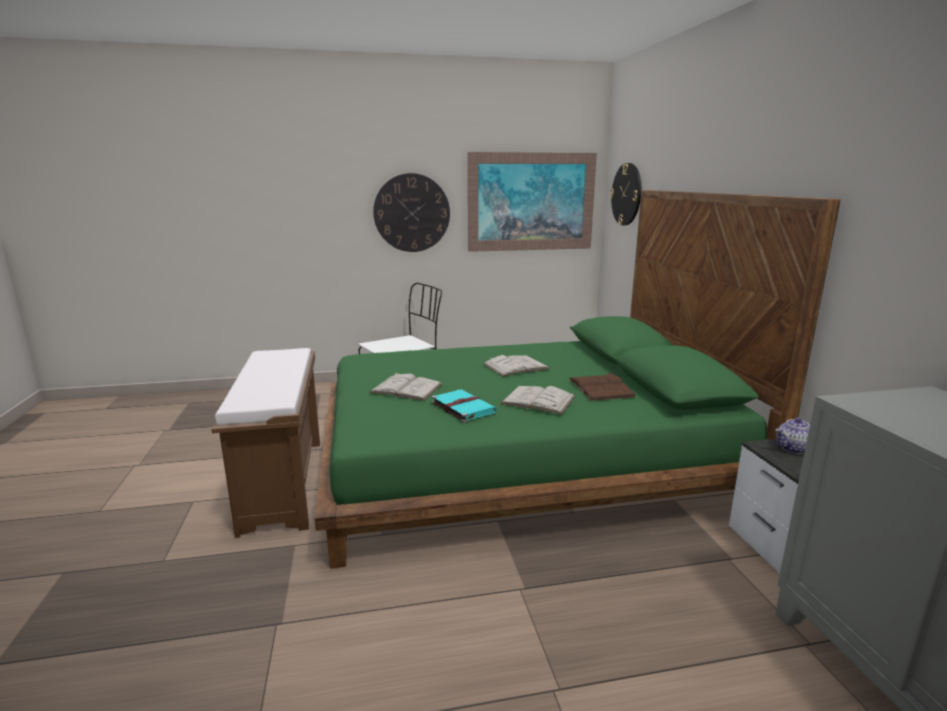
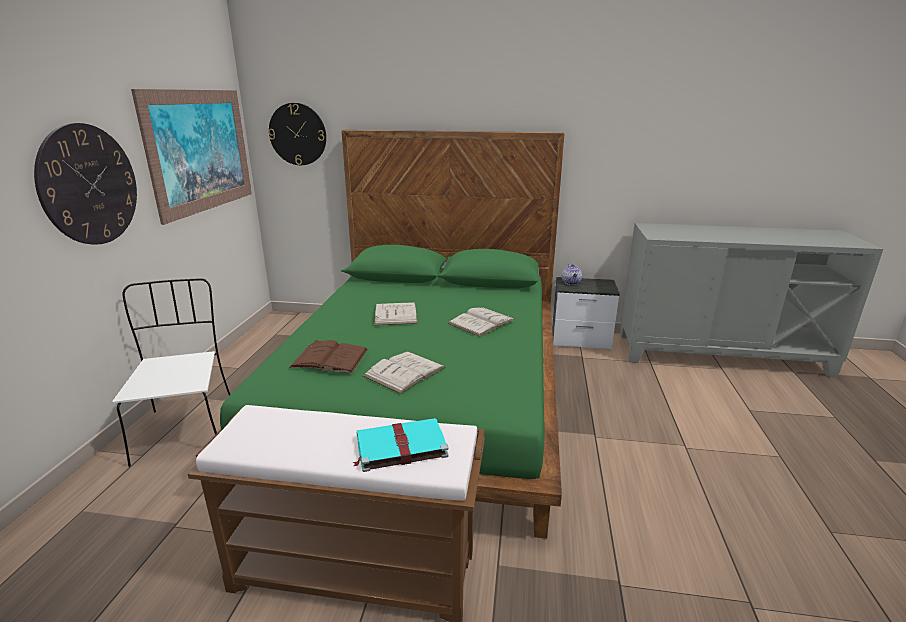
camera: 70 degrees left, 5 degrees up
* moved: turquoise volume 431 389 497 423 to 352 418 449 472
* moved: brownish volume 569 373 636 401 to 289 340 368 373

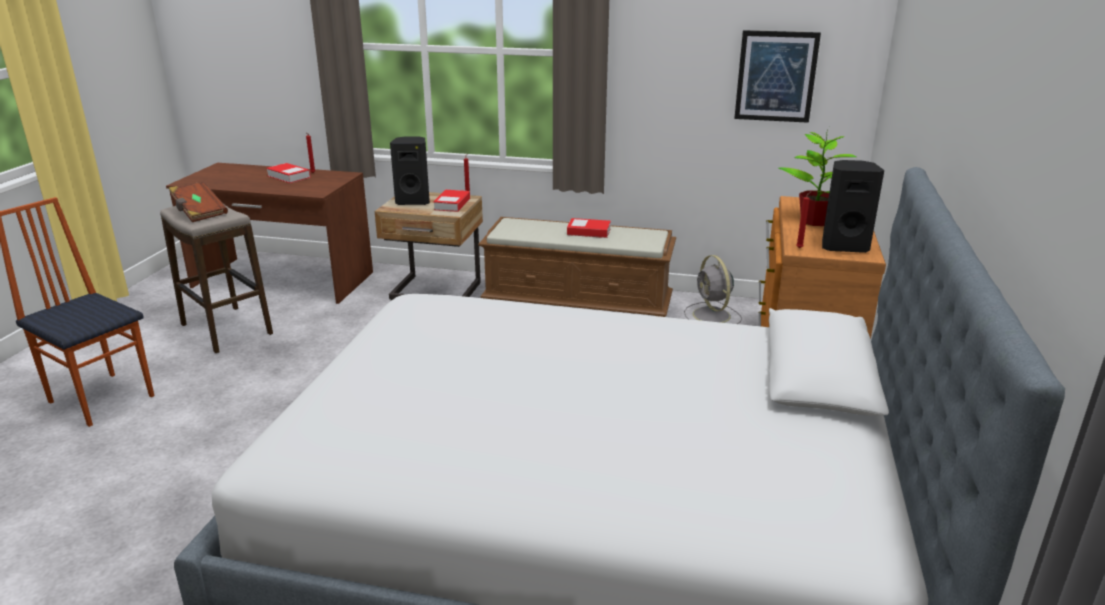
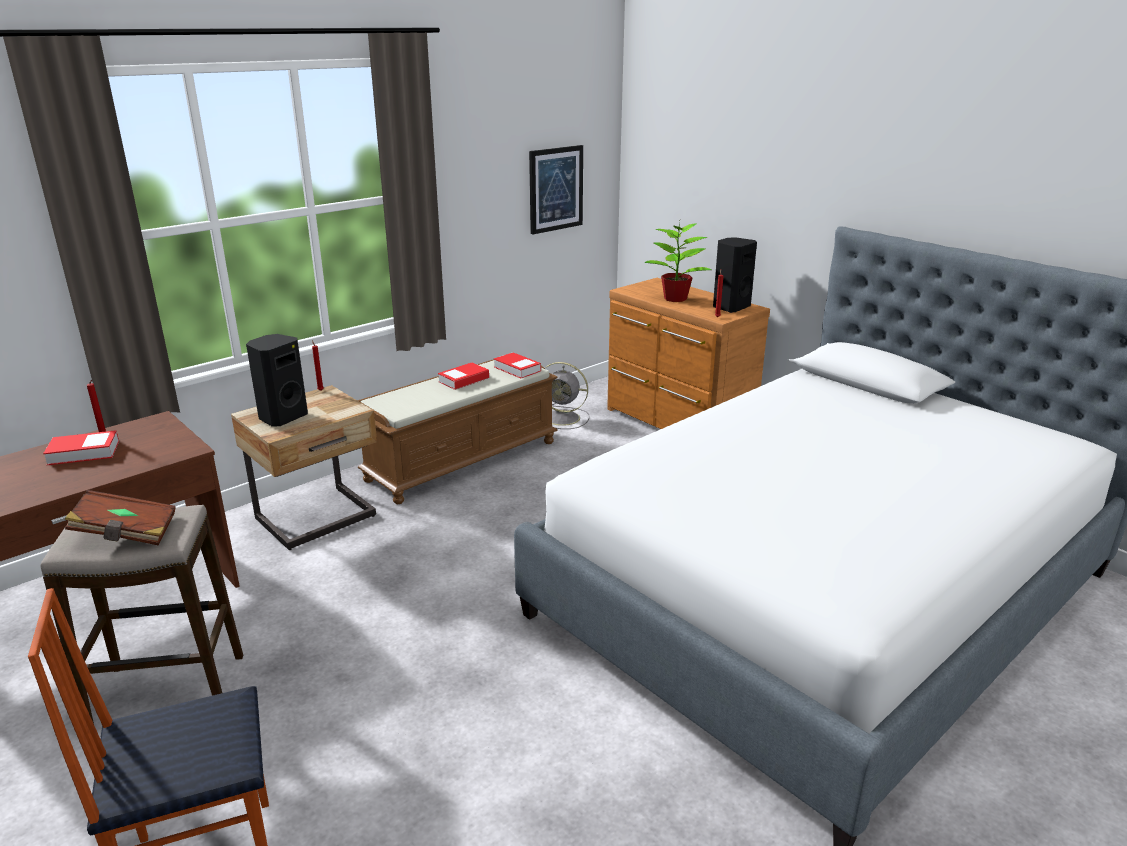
camera: 55 degrees left, 0 degrees up
* moved: volume 433 190 470 212 to 494 352 541 378

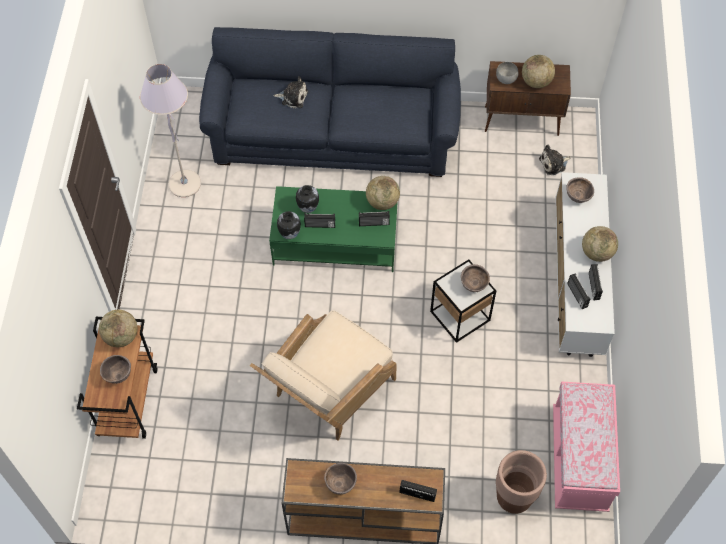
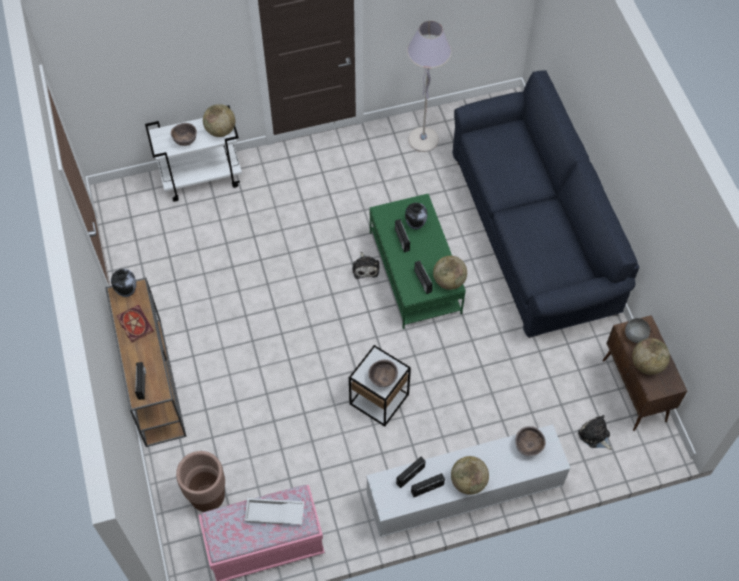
camera: 70 degrees right, 0 degrees up
* removed: beige-coloured armchair 250 310 397 441
* added: white tray 244 498 304 525
* moved: cuddly toy 273 76 308 108 to 352 252 379 279
* moved: vase 277 211 301 239 to 111 269 136 297
* replaced: brownish deep dish 324 463 357 495 to volume 117 305 154 342
* recoloured: brownish trolley 77 317 157 439 to white trolley 145 105 242 202

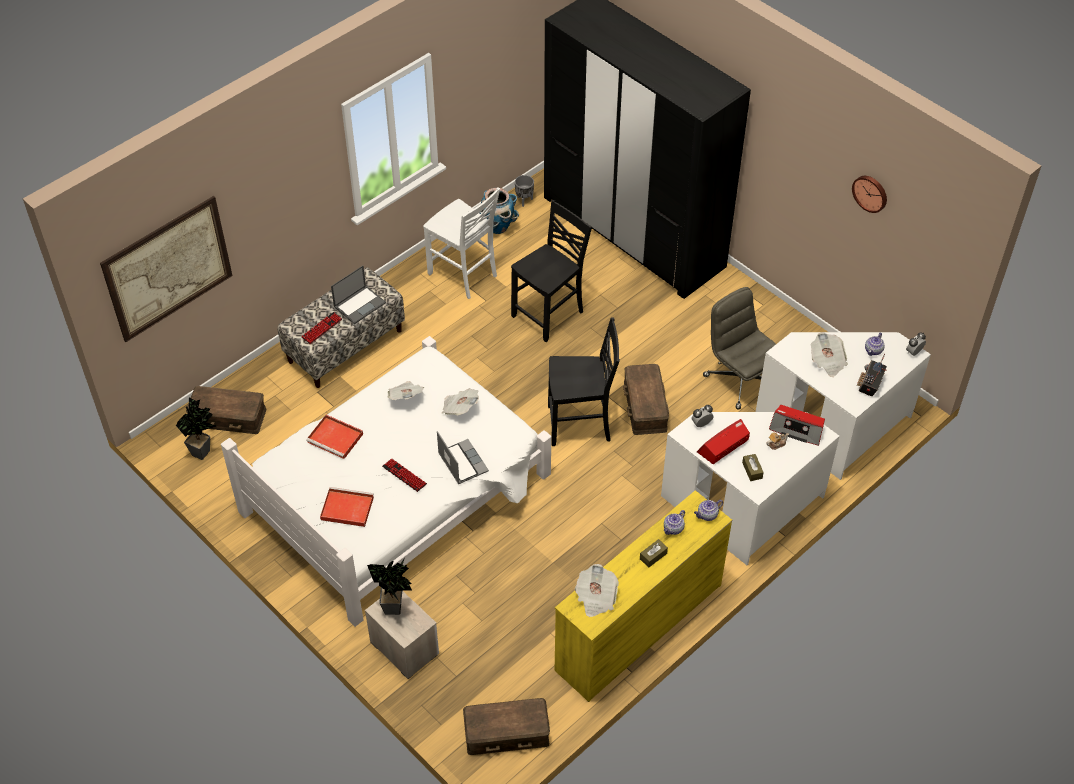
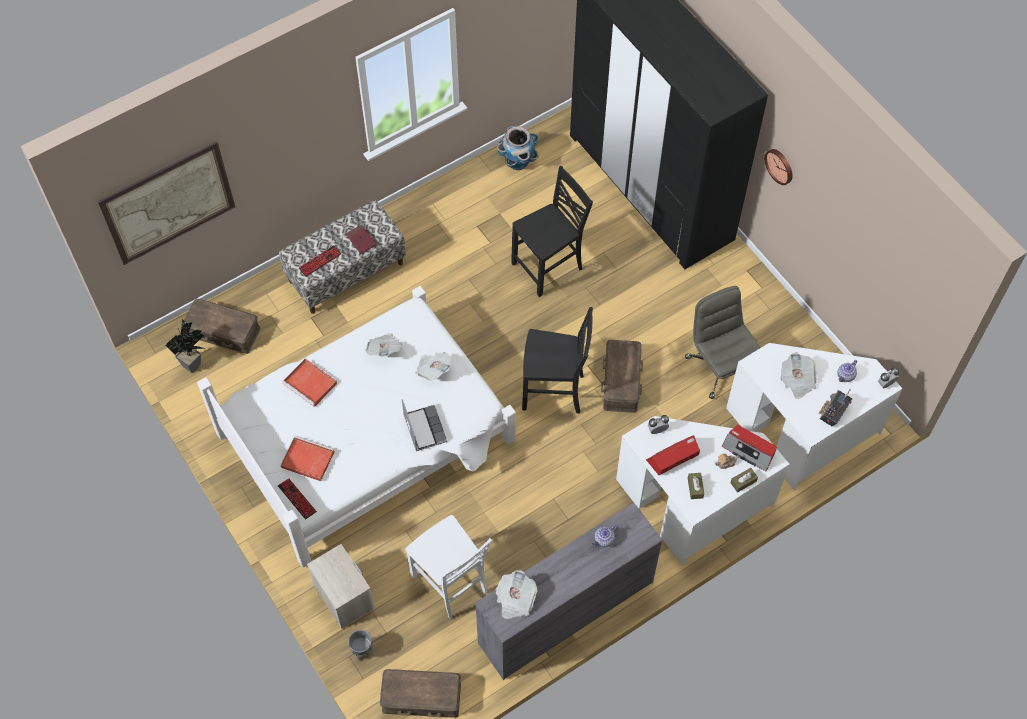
camera: 10 degrees right, 10 degrees up
* removed: houseplant 367 557 412 615
* removed: teapot 694 500 723 521
* moved: computer keyboard 382 459 427 492 to 278 478 317 519
* moved: white upright chair 423 187 500 299 to 405 515 492 620
* moved: greyish planter 515 175 534 207 to 348 630 373 661
* moved: brownish tissue box 640 539 668 567 to 730 468 758 492
* moved: clock on the wall 852 176 887 213 to 764 149 792 185
* replaced: notebook computer 331 266 386 324 to red volume 346 225 376 254
* recoloured: yellowish dresser 555 490 732 702 to greyish dresser 475 503 663 680

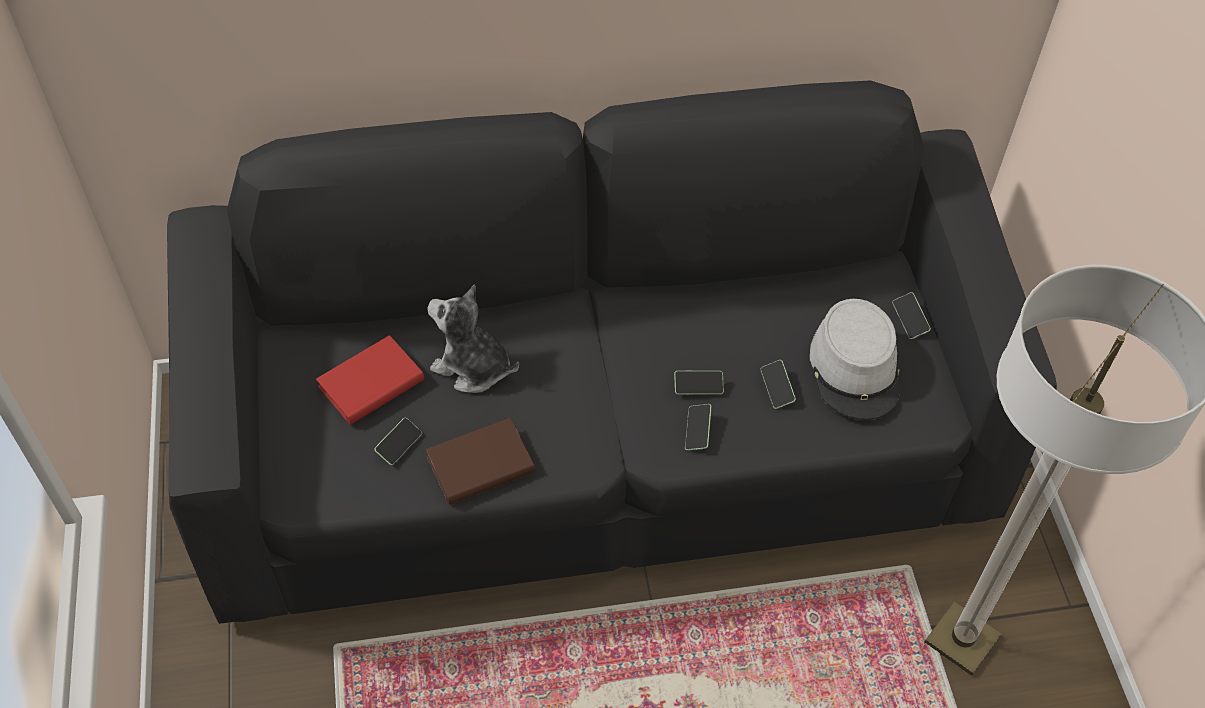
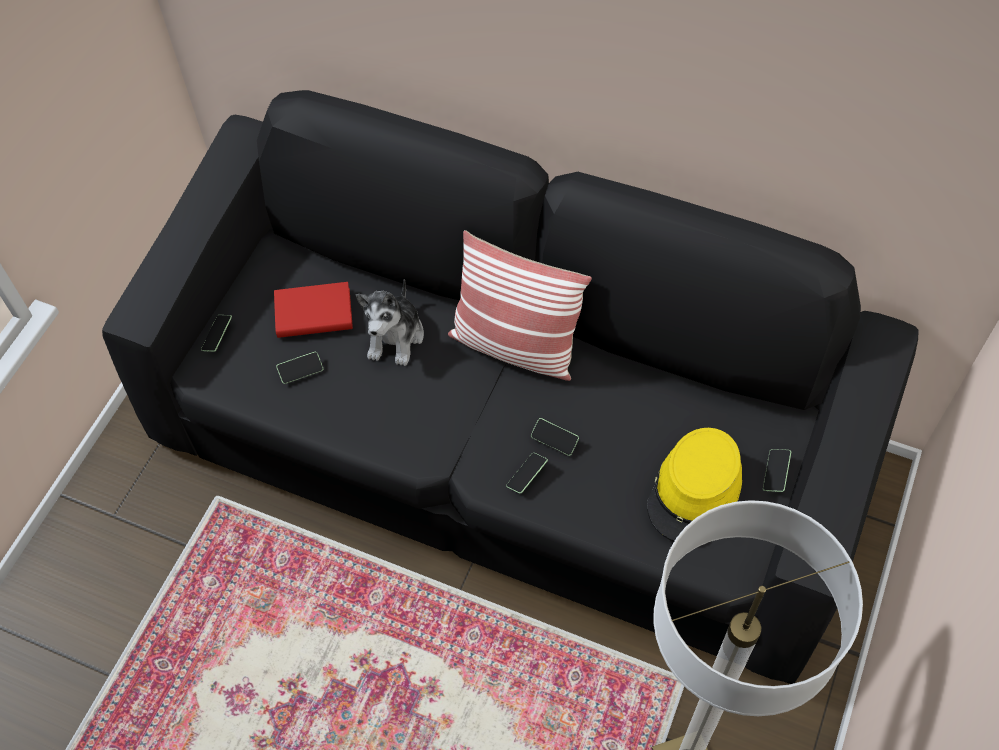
camera: 35 degrees right, 5 degrees up
* removed: brownish volume 426 418 535 505
* added: throw pillow 448 230 592 381
* moved: telephone 760 360 796 409 to 201 315 232 352
* recoloured: greyish hat 810 299 900 420 to yellowish hat 647 428 742 541
* turned: cuddly toy 428 284 519 393 = 356 279 424 366 135 degrees counterclockwise

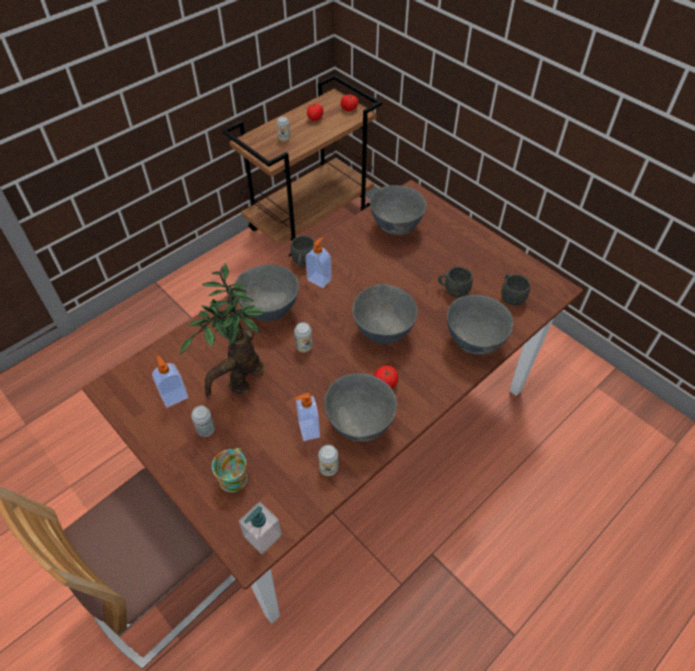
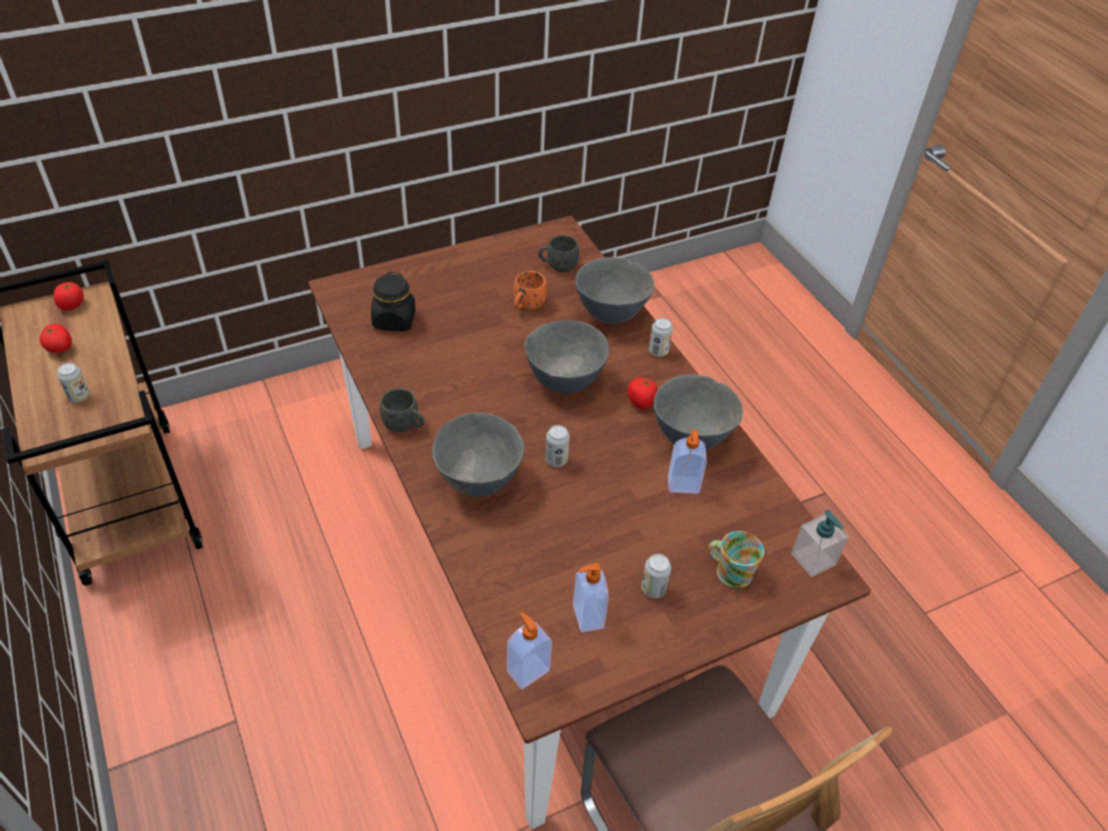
camera: 75 degrees left, 5 degrees down
* removed: houseplant 180 263 266 397
* moved: liquid soap bottle 306 238 332 288 to 507 612 552 689
* moved: sealed can 318 445 339 476 to 649 318 673 357
* replaced: greyish deep dish 370 185 426 235 to blackish jar 371 272 416 331
* recoloured: greyish tea mug 438 267 473 298 to orange-coloured tea mug 514 271 547 310

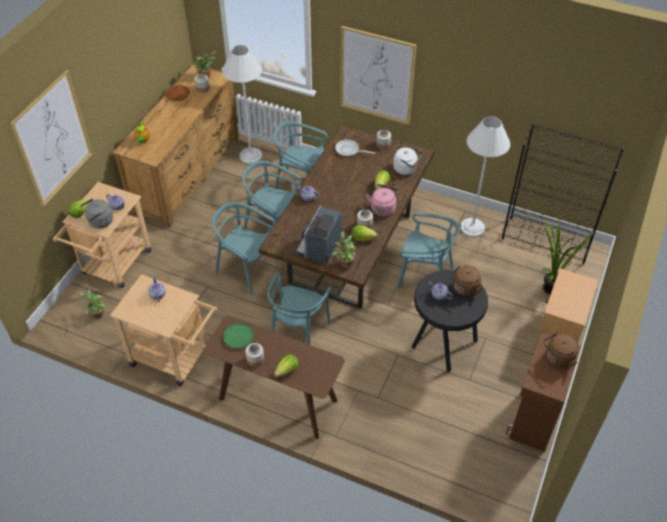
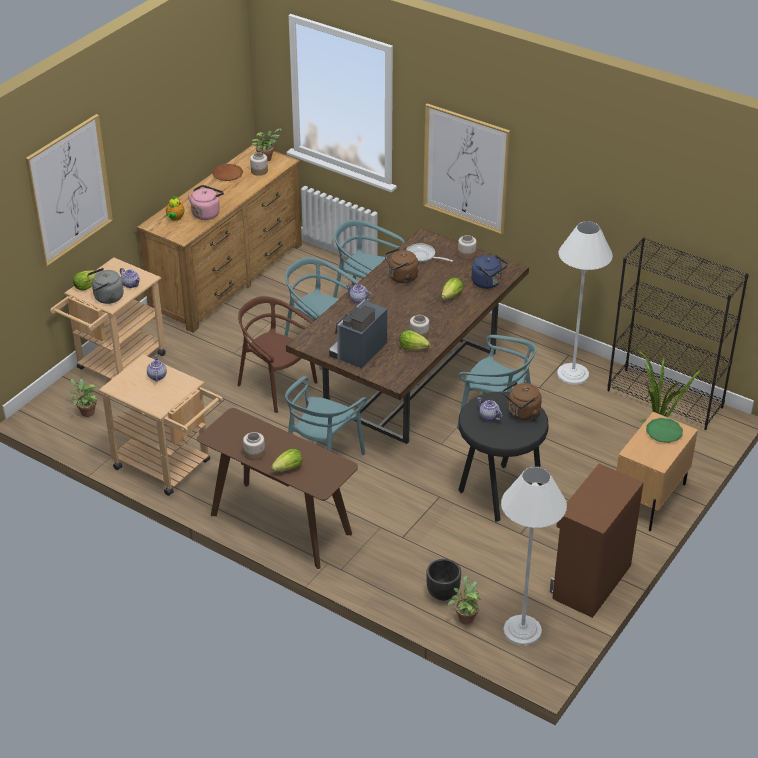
camera: 10 degrees right, 10 degrees down
* added: blackish planter 426 559 461 601
* moved: white floor lamp 222 45 262 164 to 501 466 567 646
* moved: green dinner plate 223 323 254 349 to 646 418 683 443
* moved: houseplant 332 231 356 268 to 448 575 480 624
* moved: pink water kettle 367 184 399 216 to 187 185 224 220
* moved: brownish water kettle 544 333 578 367 to 384 248 418 283
* recoloured: turquoise upright chair 212 202 279 294 to brownish upright chair 238 296 318 413
* recoloured: white water kettle 393 147 423 175 to blue water kettle 471 255 508 289

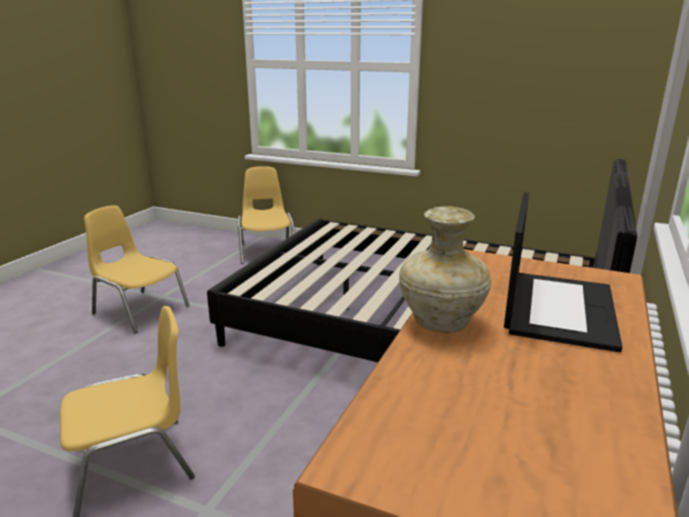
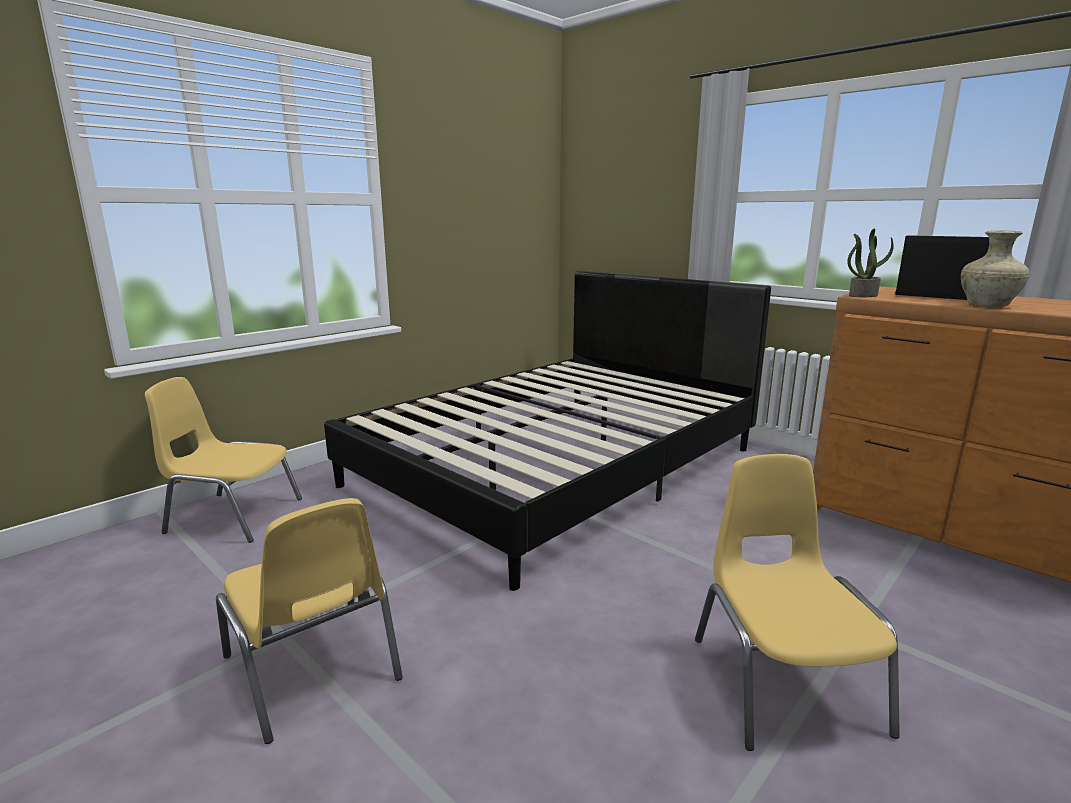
camera: 70 degrees left, 5 degrees down
* added: houseplant 847 228 894 297
* turned: yellowish upright chair 84 205 190 333 = 216 498 403 744 90 degrees counterclockwise

